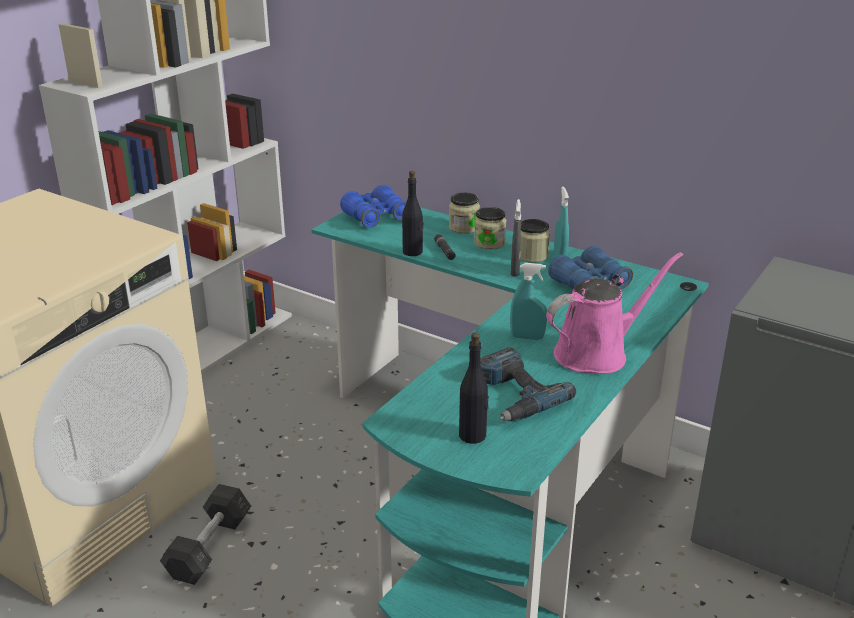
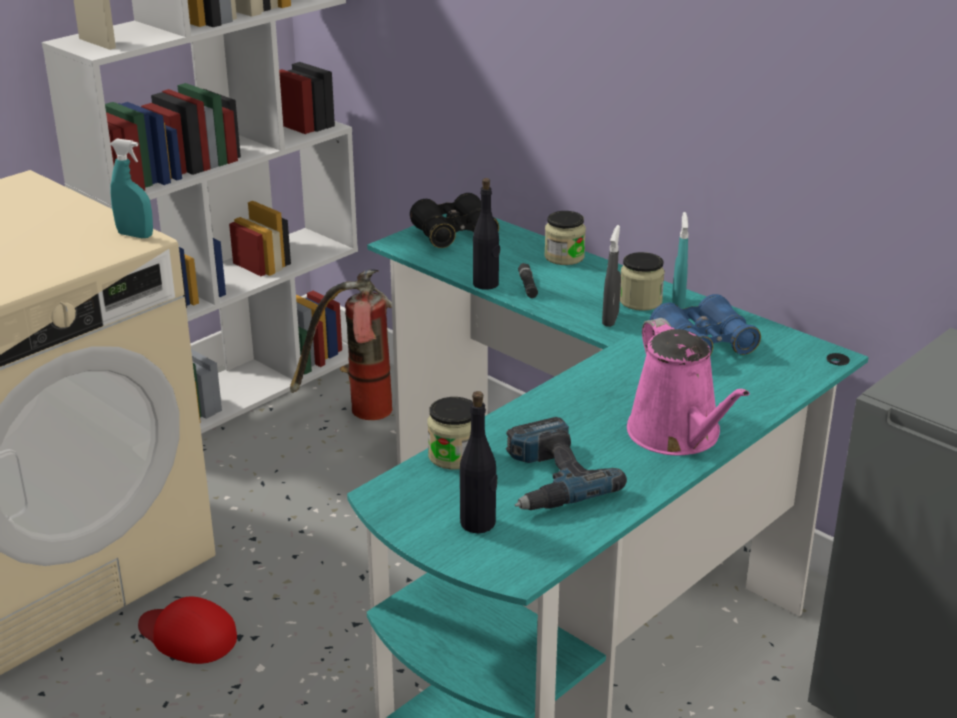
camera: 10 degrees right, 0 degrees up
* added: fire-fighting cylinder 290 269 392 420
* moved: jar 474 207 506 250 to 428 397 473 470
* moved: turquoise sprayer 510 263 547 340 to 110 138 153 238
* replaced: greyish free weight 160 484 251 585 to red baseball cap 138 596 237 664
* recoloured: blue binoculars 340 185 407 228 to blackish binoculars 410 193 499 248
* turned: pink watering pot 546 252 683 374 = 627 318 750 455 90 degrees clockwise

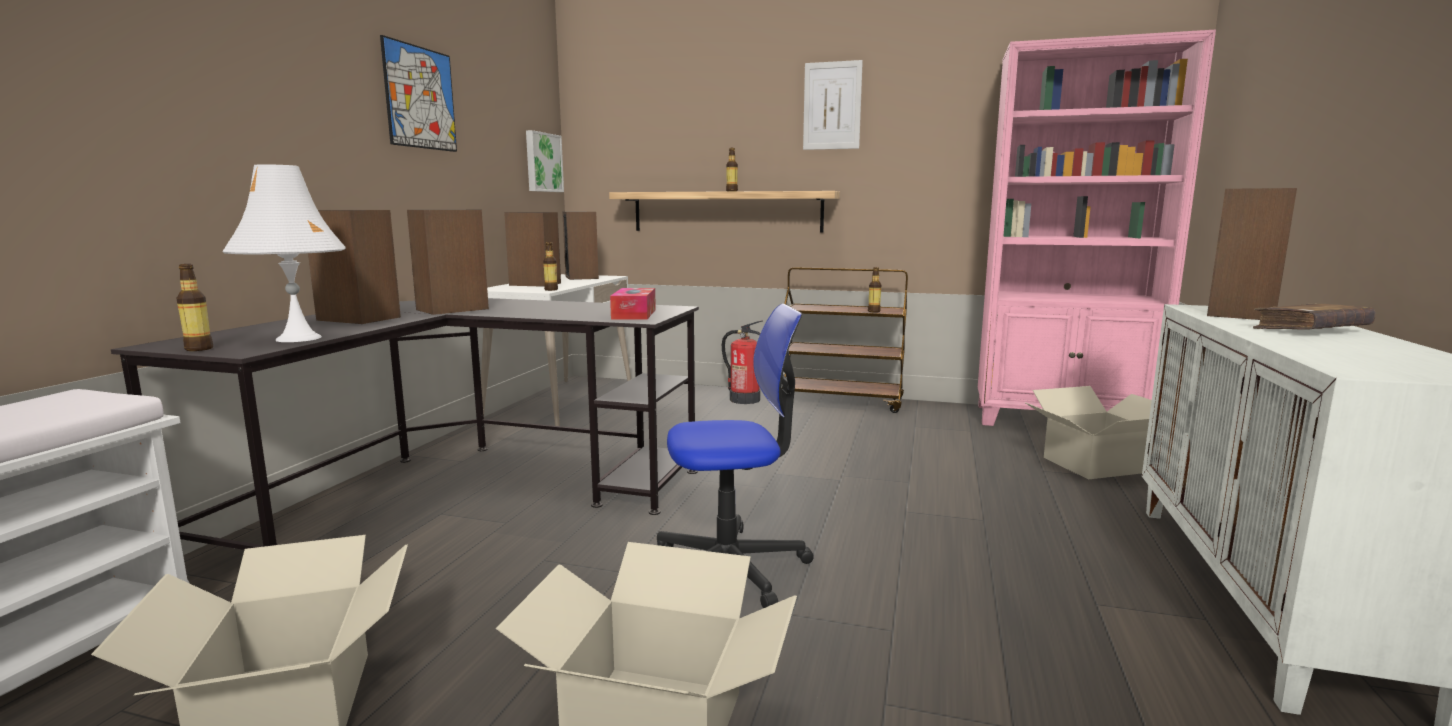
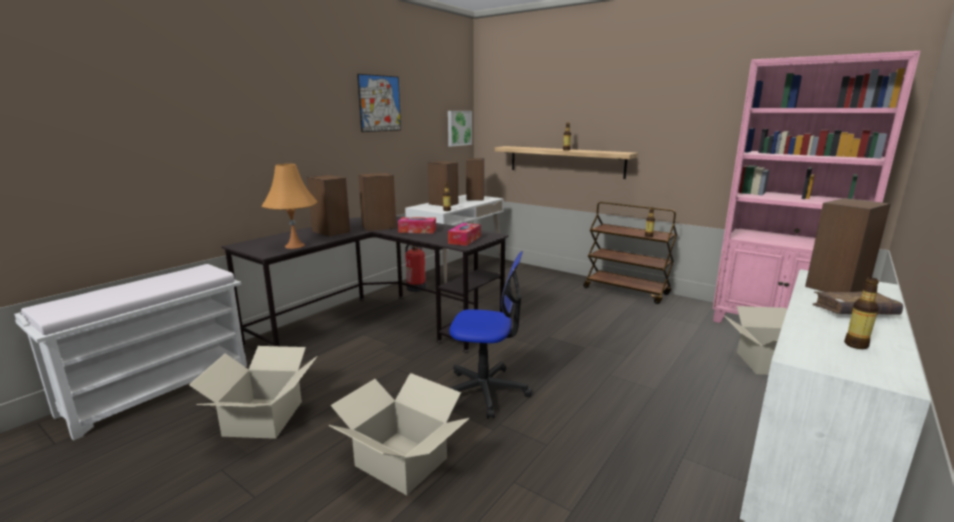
camera: 20 degrees right, 5 degrees up
* removed: wall art 803 60 863 150
* added: tissue box 398 217 436 233
* moved: drink bottle 176 264 213 351 to 844 278 879 349
* moved: fire-fighting cylinder 722 321 762 404 to 405 244 426 292
* recoloured: white tabletop lamp 222 164 346 342 to orange-coloured tabletop lamp 261 164 318 249

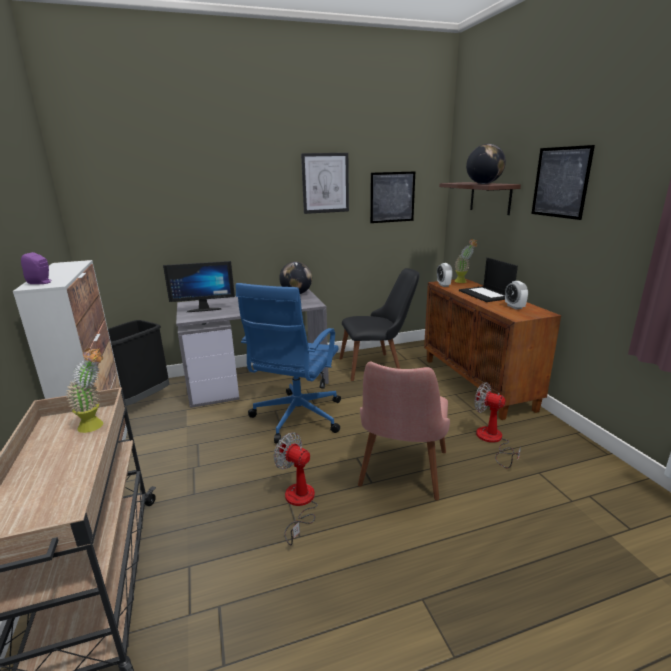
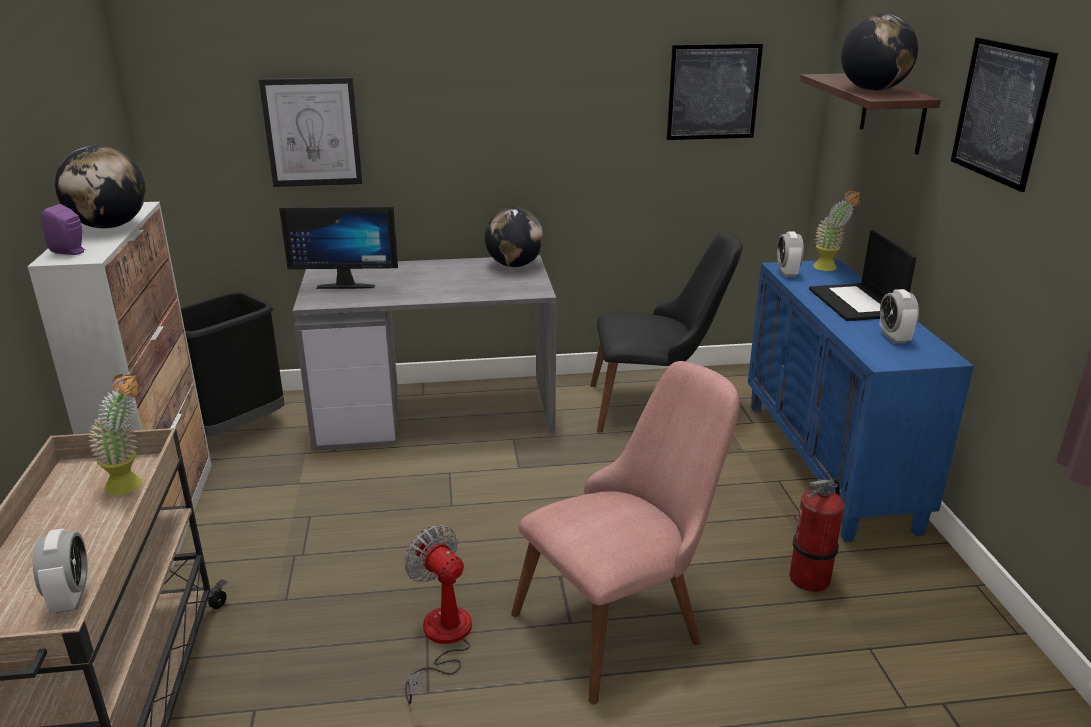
camera: 10 degrees right, 5 degrees up
* removed: blue desk chair 236 283 341 443
* added: bedside clock 33 528 87 613
* added: desk globe 55 145 146 229
* moved: wall art 301 153 349 214 to 259 77 362 187
* replaced: electric fan 474 382 521 468 to fire-fighting cylinder 789 479 844 592
* recoloured: brownish storage cabinet 424 278 561 420 to blue storage cabinet 748 259 974 542
* turned: pink upright chair 358 361 450 500 = 511 361 740 705 150 degrees counterclockwise

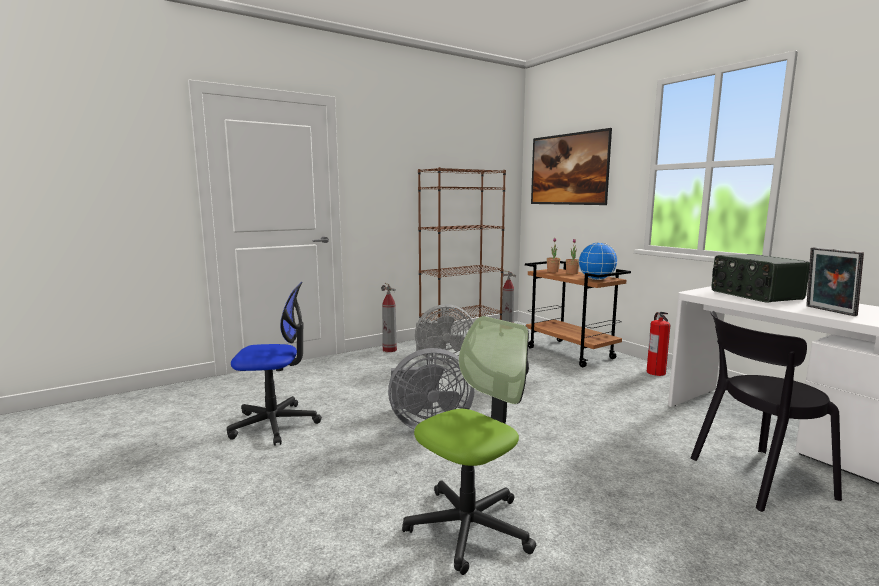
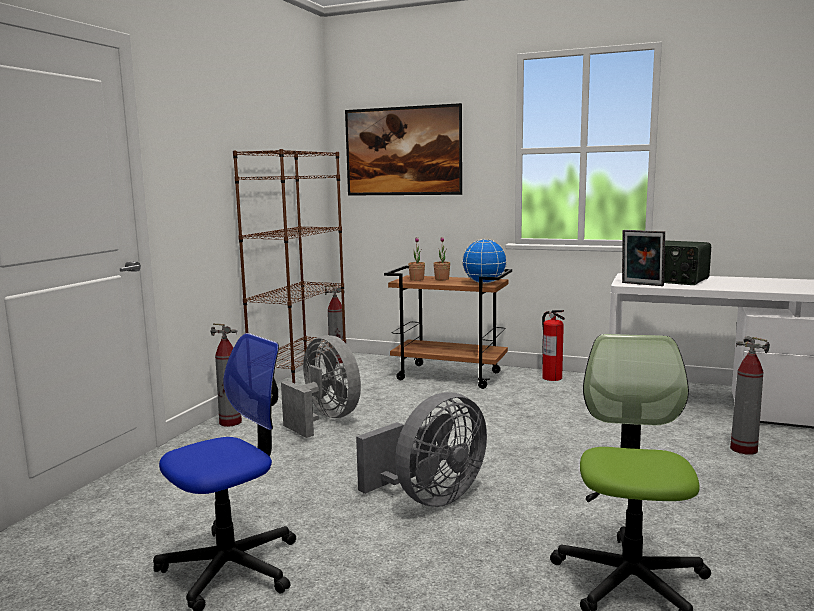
camera: 35 degrees left, 0 degrees up
* moved: standing frame 806 247 864 316 to 622 230 665 286
* replaced: blackish upright chair 691 311 842 512 to fire-fighting cylinder 730 336 770 455
* turned: greyish electric fan 415 304 474 365 = 281 335 361 438 90 degrees counterclockwise

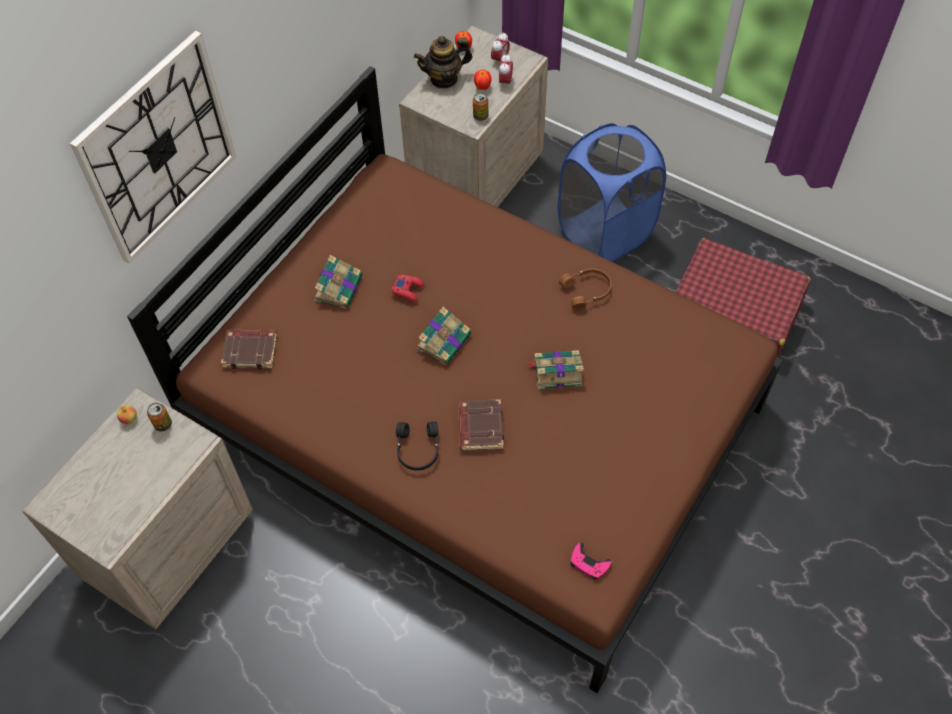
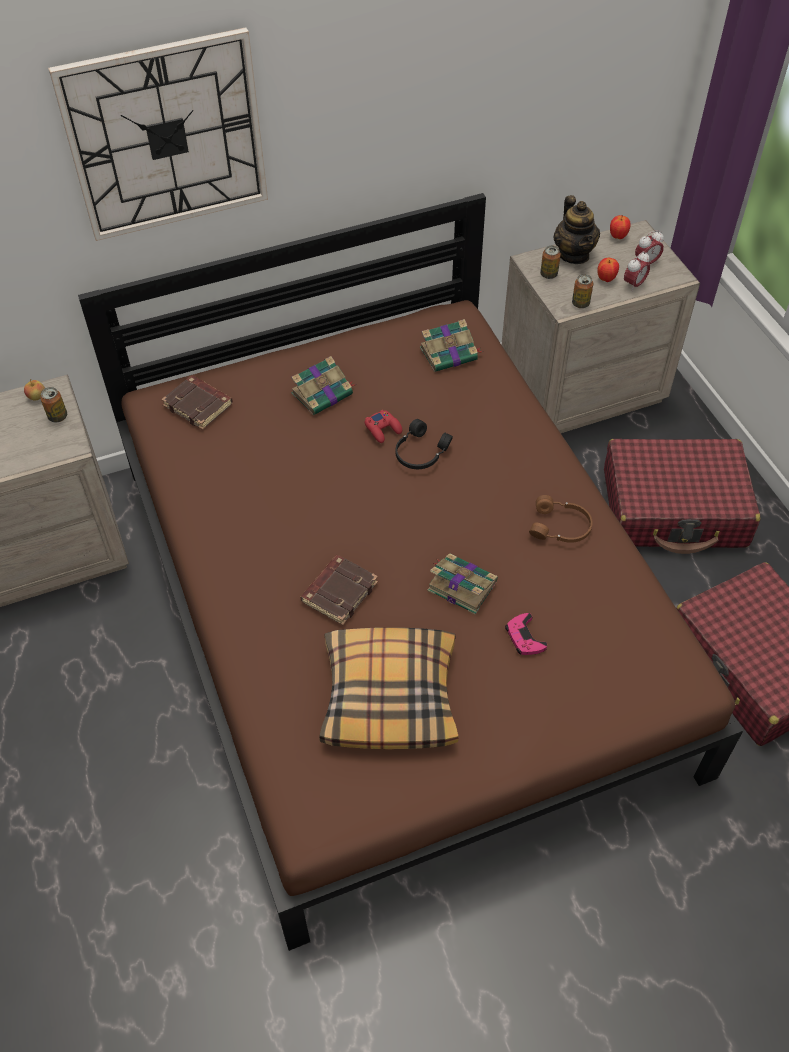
camera: 35 degrees right, 5 degrees down
* added: throw pillow 319 627 459 749
* added: sealed can 540 246 561 279
* moved: blackish headset 396 422 438 470 to 396 419 453 469
* moved: volume 416 307 471 365 to 420 319 483 372
* moved: pink joypad 570 542 612 580 to 505 613 547 655
* replaced: blue washing basket 558 123 666 262 to red travel case 604 439 761 554
* turned: teapot 414 36 472 88 = 553 195 600 264 120 degrees counterclockwise

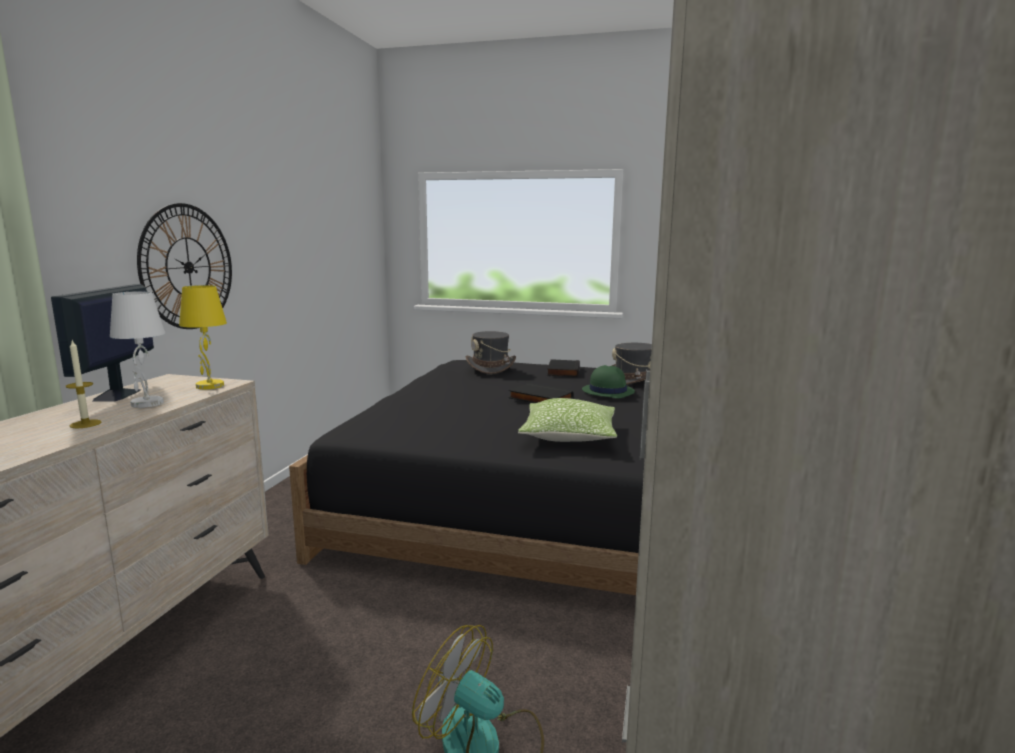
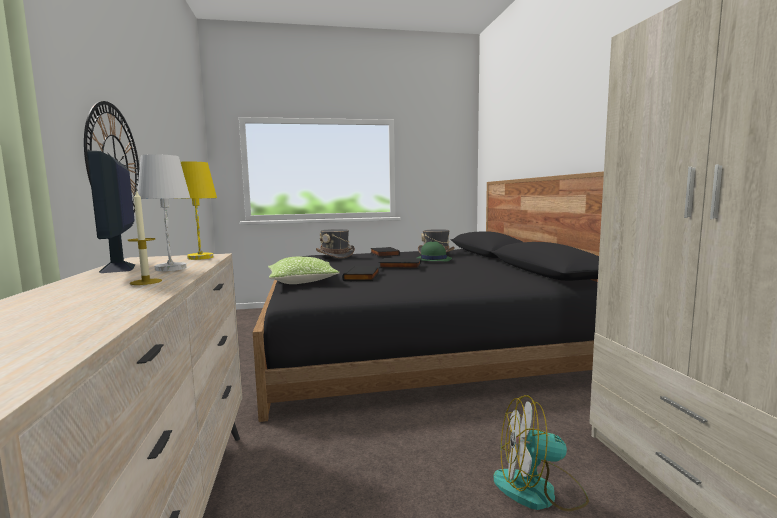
camera: 25 degrees left, 5 degrees down
* added: blackish volume 343 266 380 281
* moved: throw pillow 518 398 617 442 to 268 257 340 284

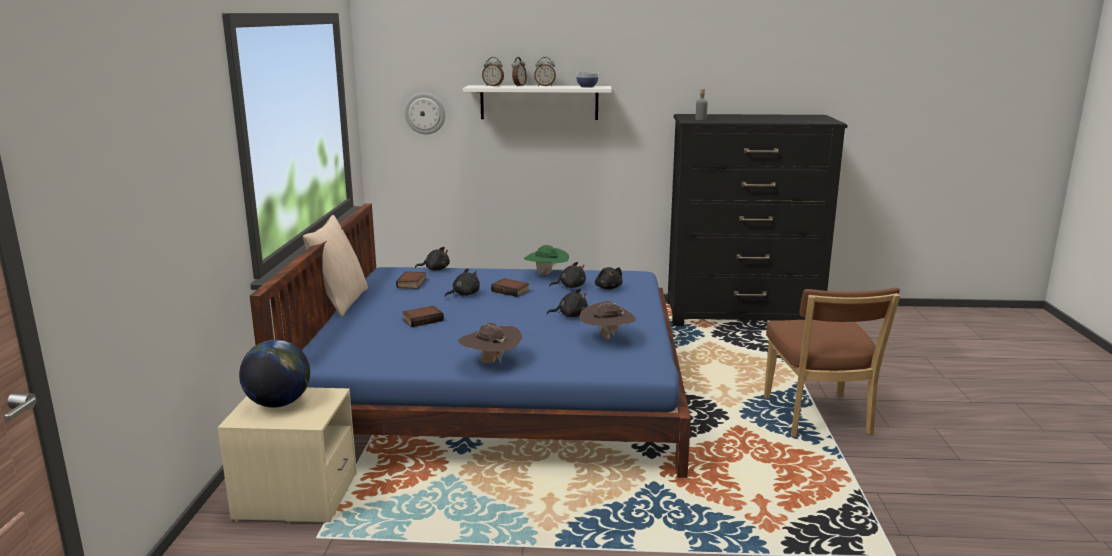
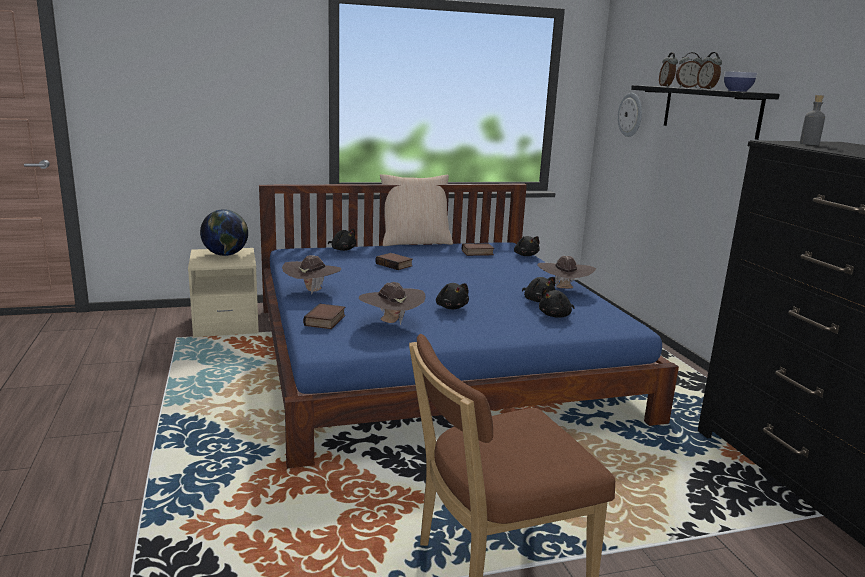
camera: 70 degrees right, 0 degrees up
* moved: blackish cuddly toy 445 268 480 297 to 328 229 356 251
* moved: volume 491 278 529 297 to 303 304 345 329
* recoloured: white shelf 463 85 611 120 to blackish shelf 631 85 780 140
* recoloured: green hat 524 245 569 275 to brownish hat 537 256 596 289

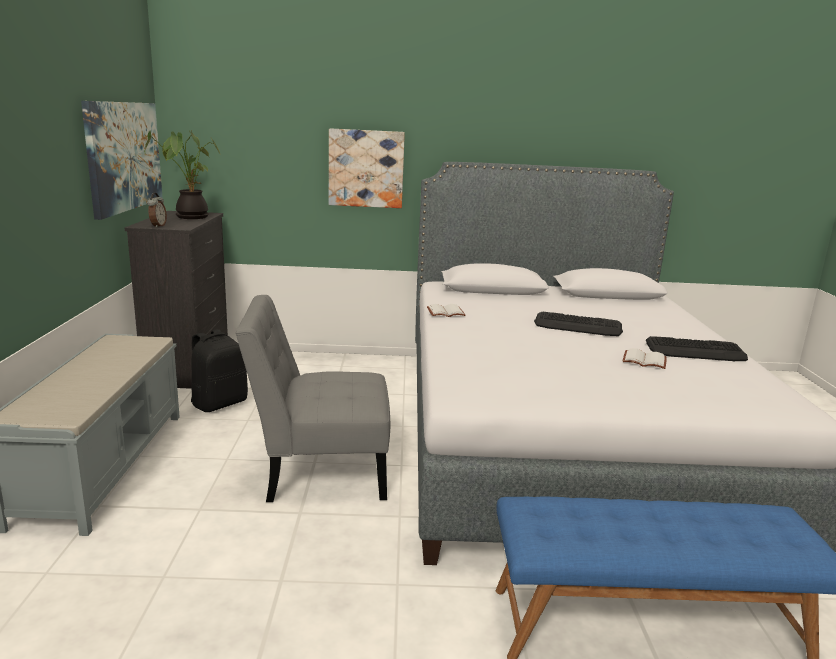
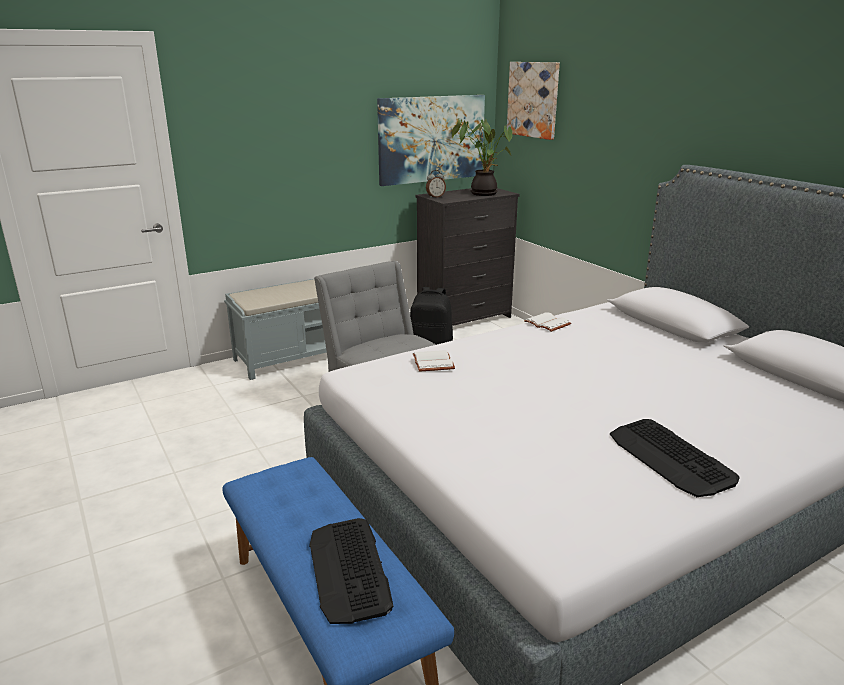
camera: 60 degrees right, 5 degrees up
* moved: wall art 329 128 405 208 to 507 62 560 140
* moved: computer keyboard 534 312 623 336 to 309 518 393 624
* moved: white volume 623 348 667 369 to 413 350 455 372

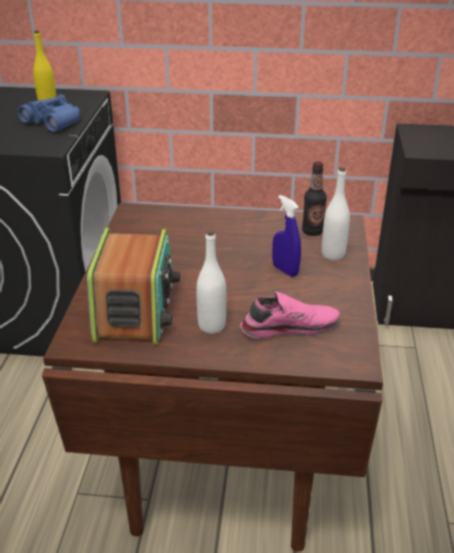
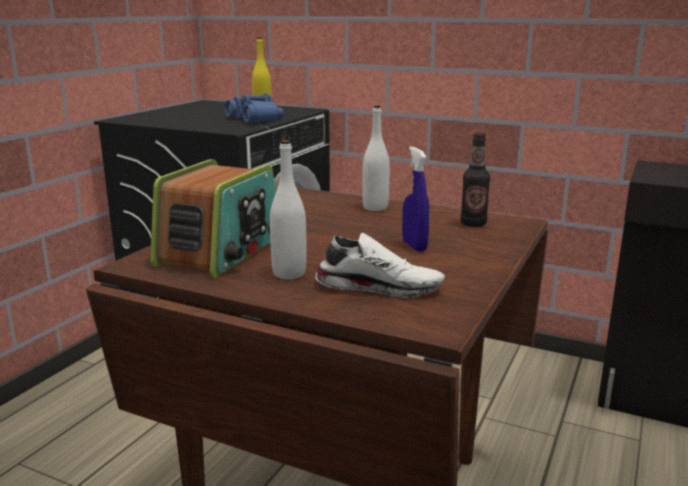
camera: 20 degrees right, 15 degrees down
* moved: white drink bottle 322 167 350 260 to 362 105 390 211
* recoloured: pink item of footwear 240 291 340 339 to white item of footwear 315 233 445 298

